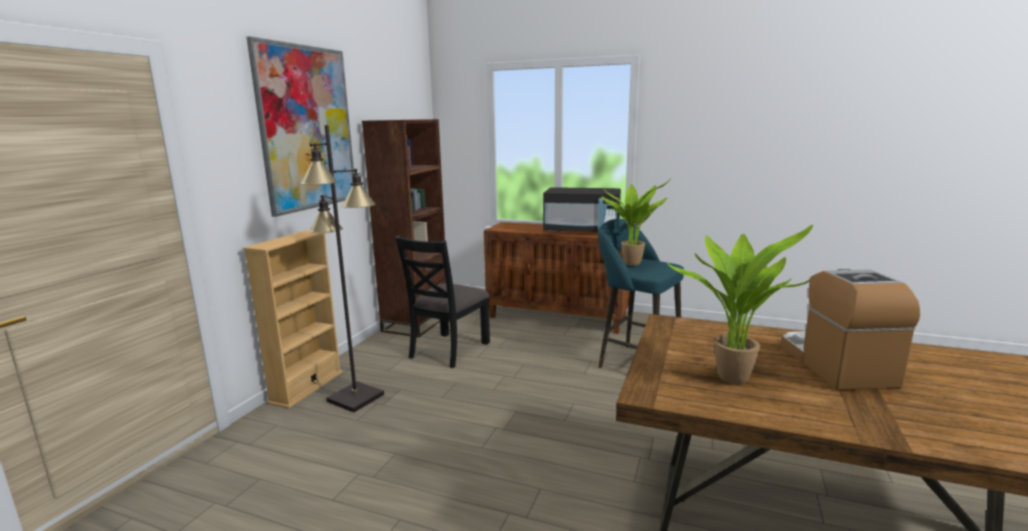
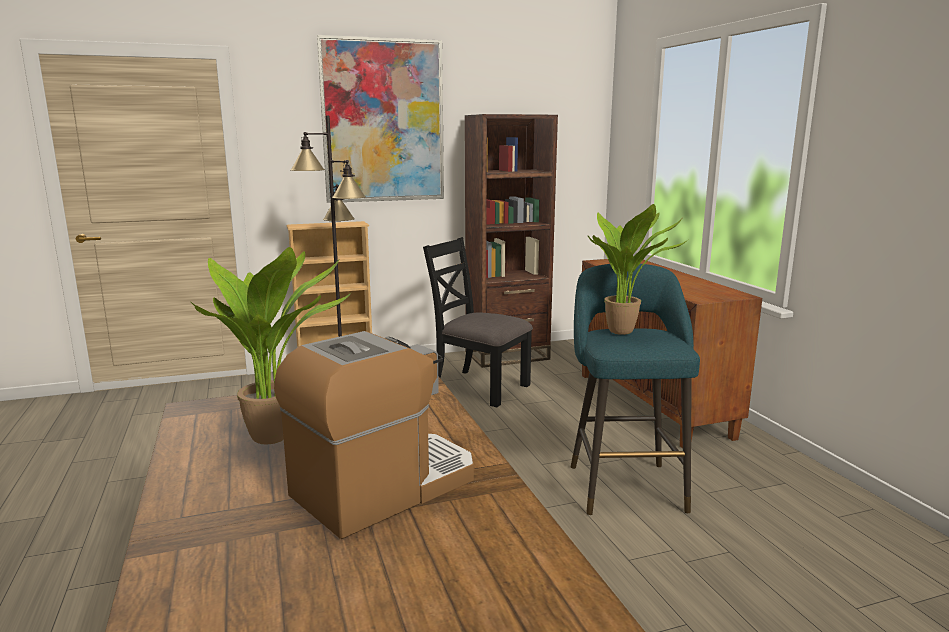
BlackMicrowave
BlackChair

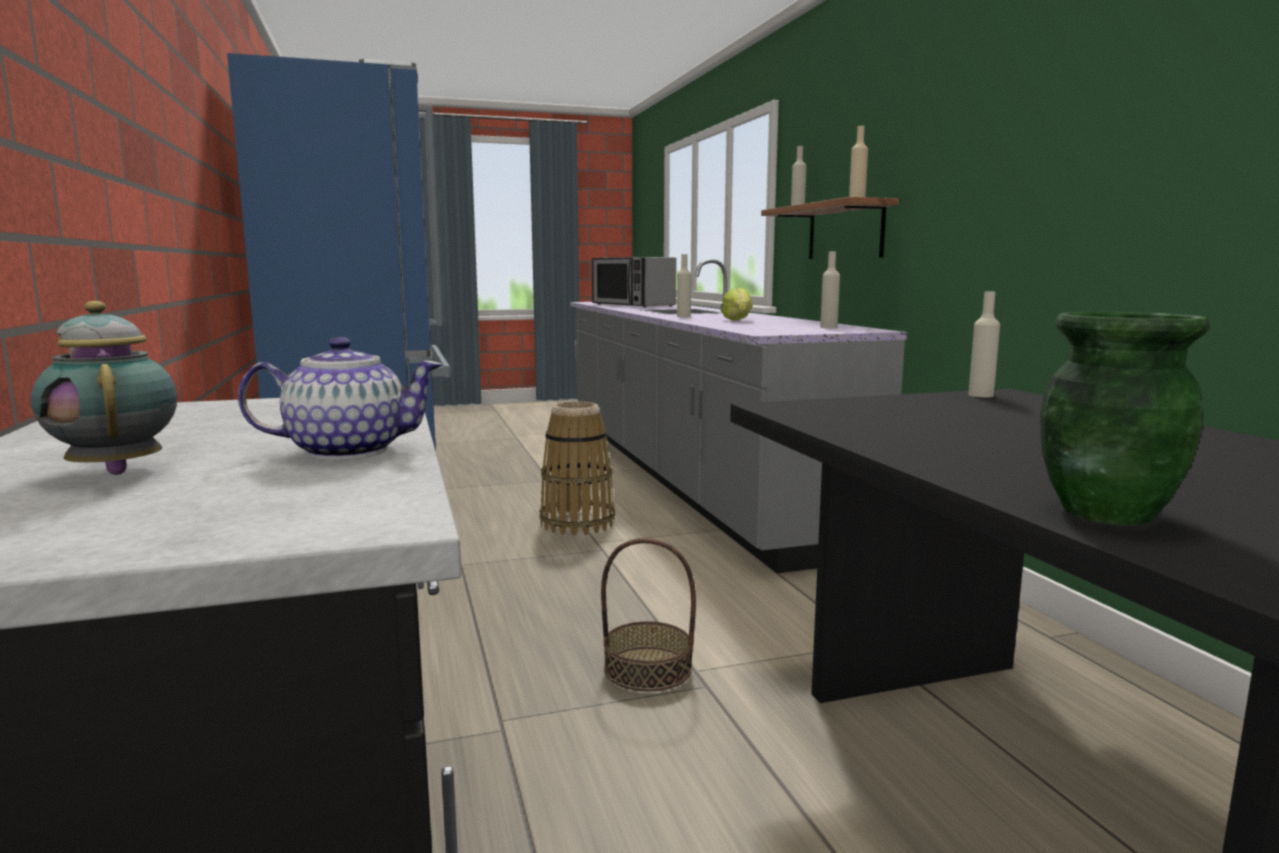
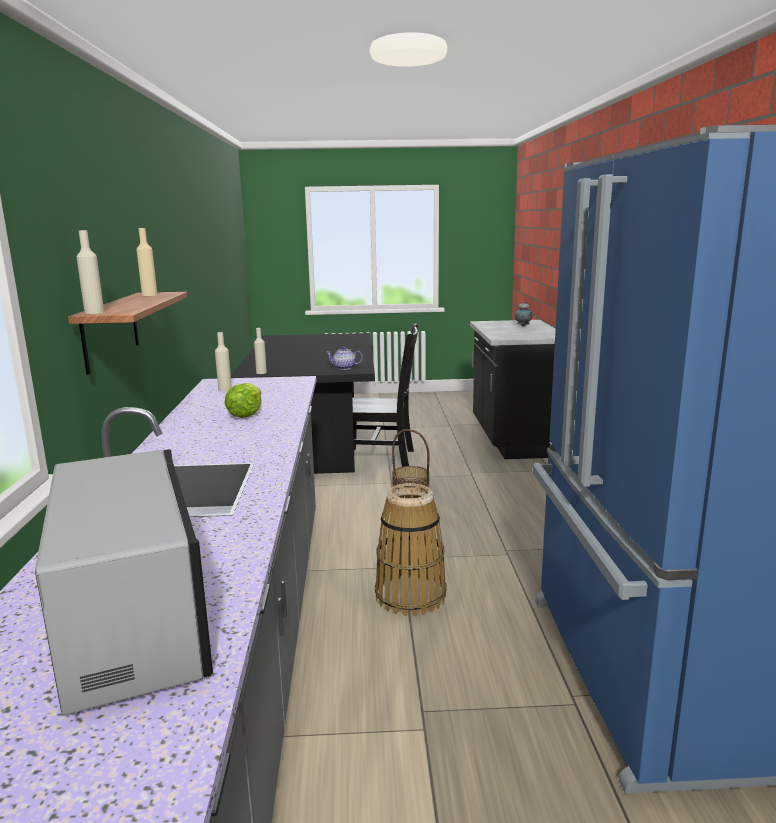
BeigeBottle (1st from left in the first image)
GreenVase
BlackChair
Teapot (1st from left)

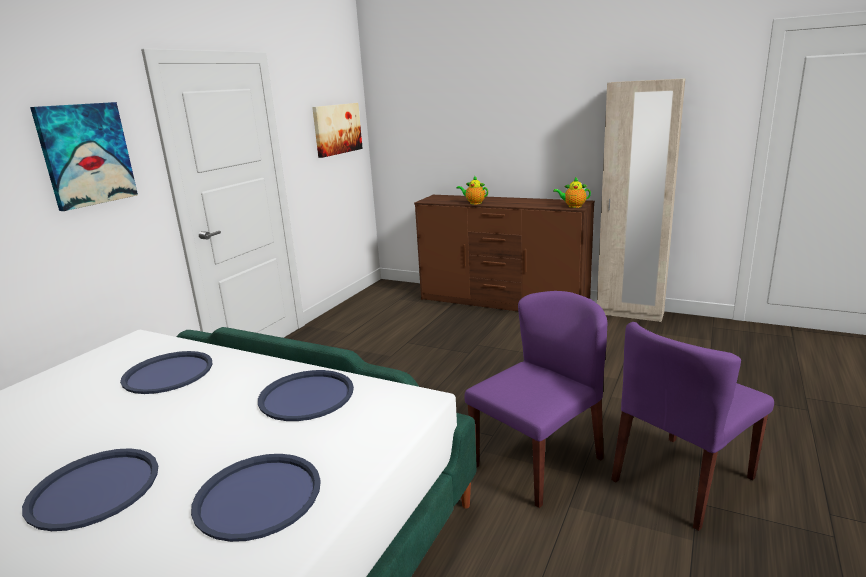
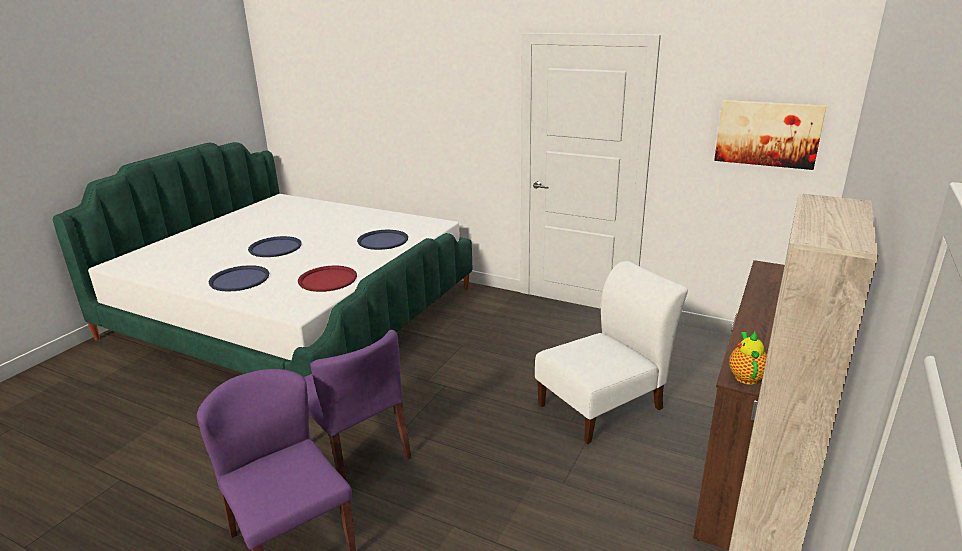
Picture (1st from left in the first image)
Teapot (1st from left in the first image)
WhiteChair
RedTray

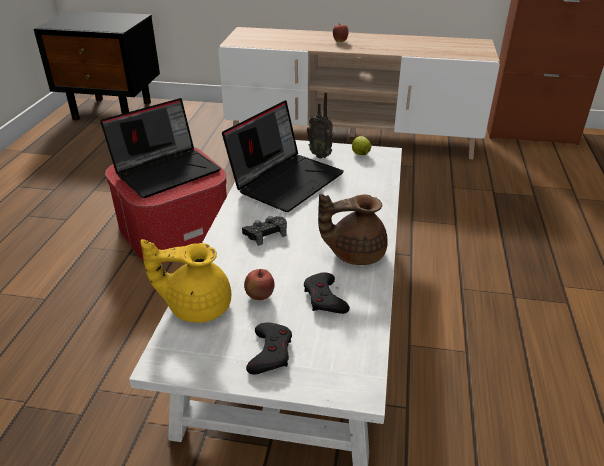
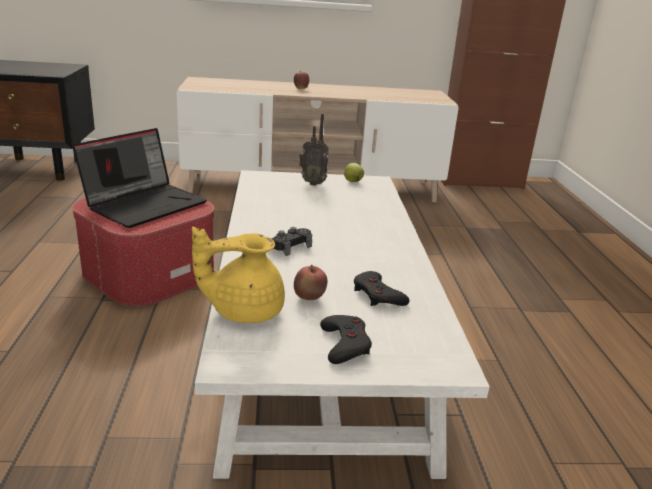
Laptop (2nd from left in the first image)
BrownTeapot

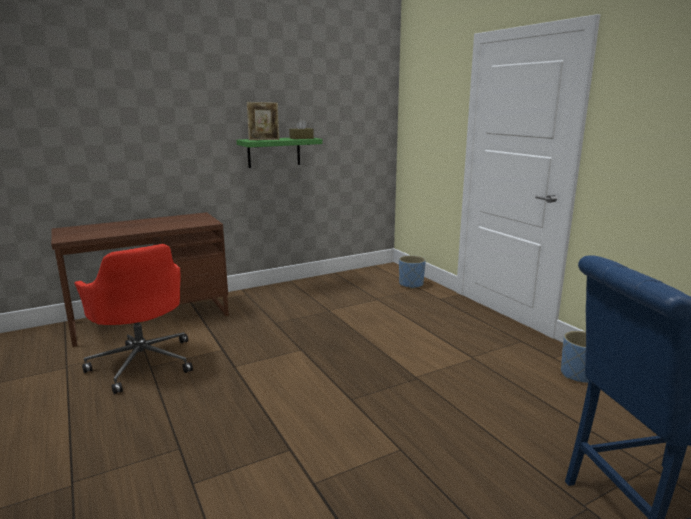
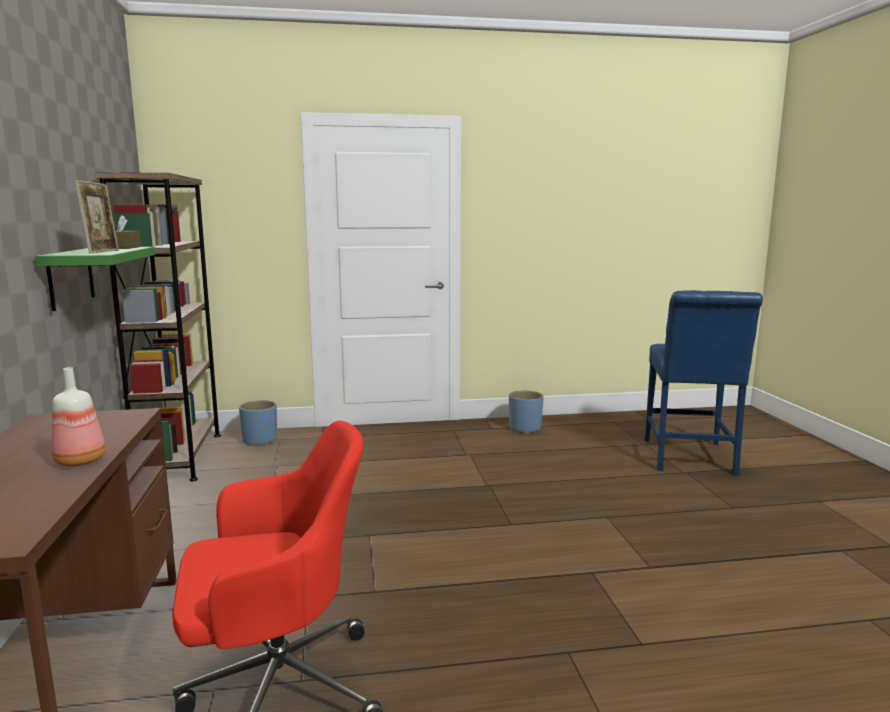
Bottle
BrownBookcase

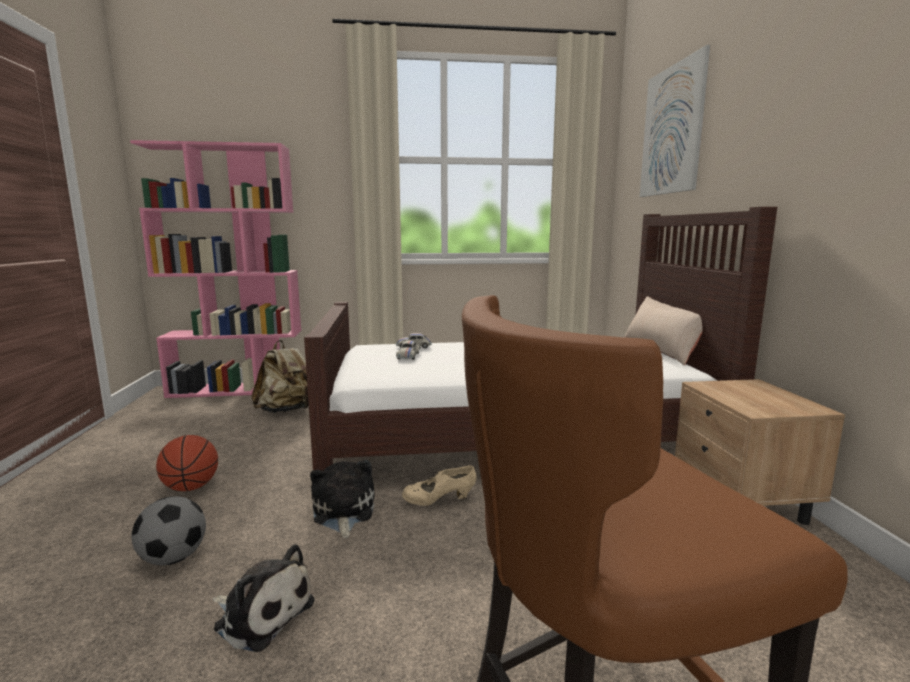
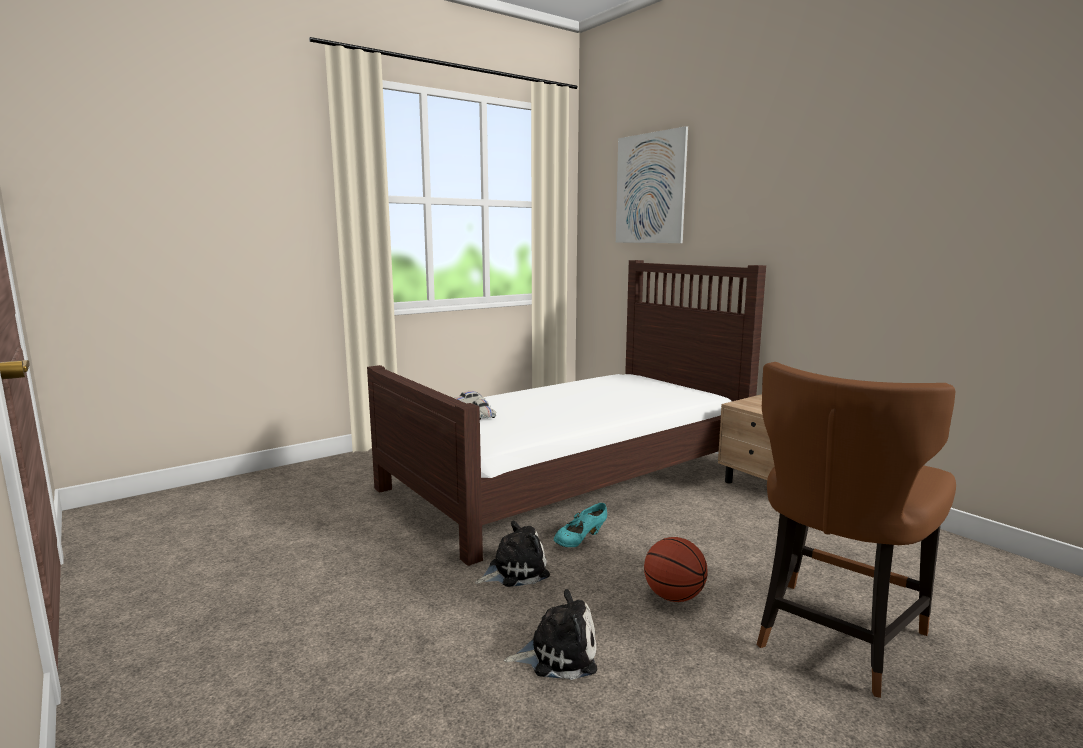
PinkBookcase
Football
BeigeBackpack
BeigePillow
Basketball
TurquoiseShoe
PlushToy (1st from left)

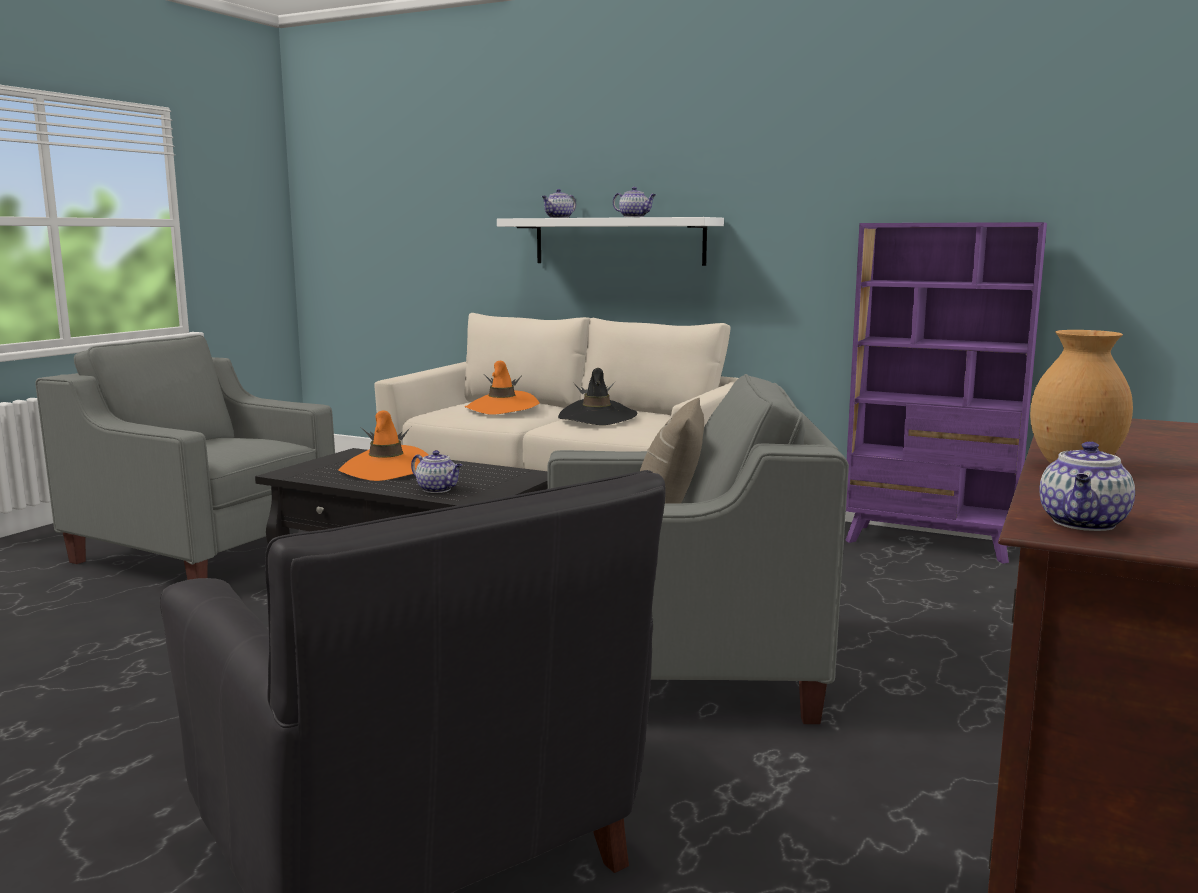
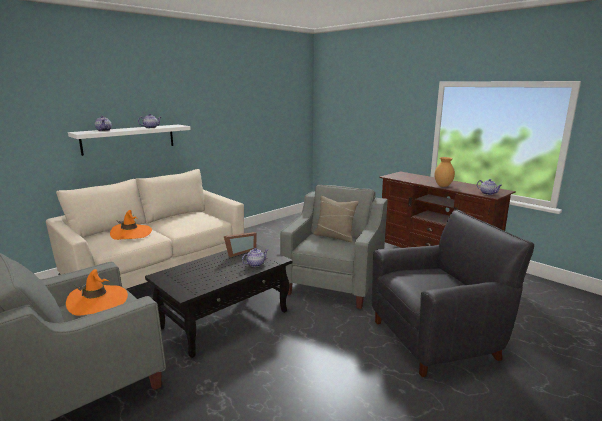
BlackHat
PurpleBookcase
PictureFrame
OrangeHat (1st from left)

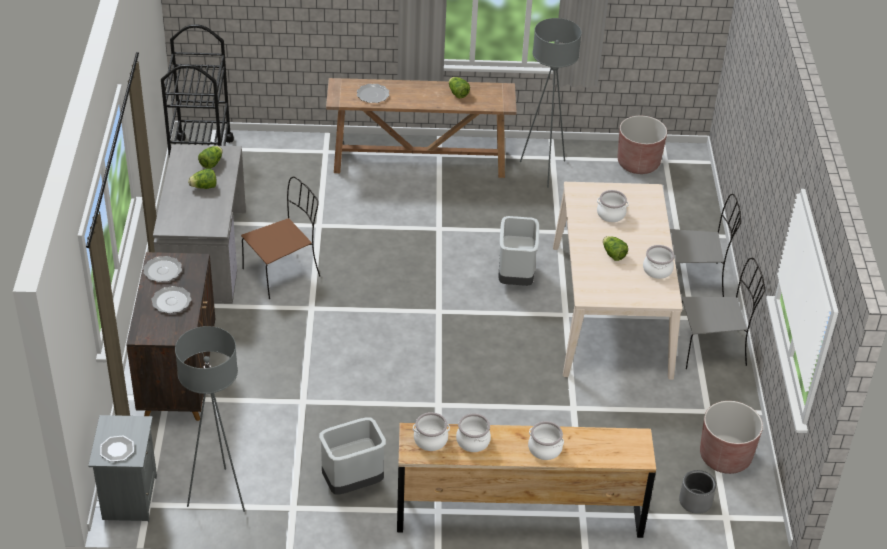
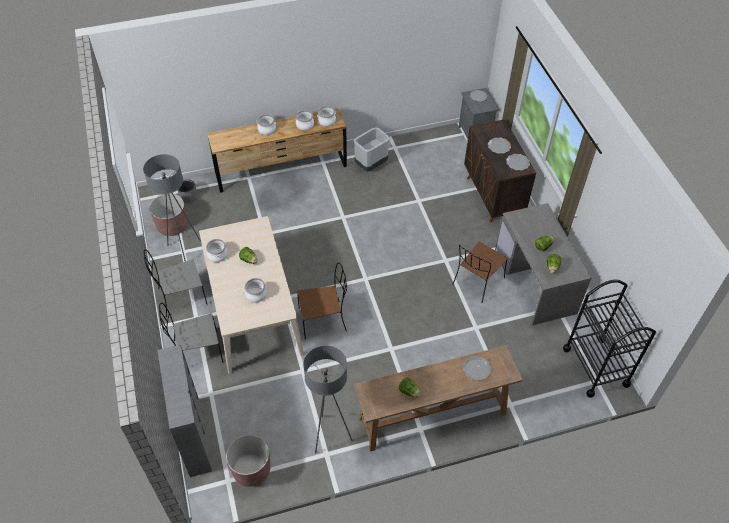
GreyBookcase
GreyFloorLamp (1st from left)
BrownChair (1st from left)

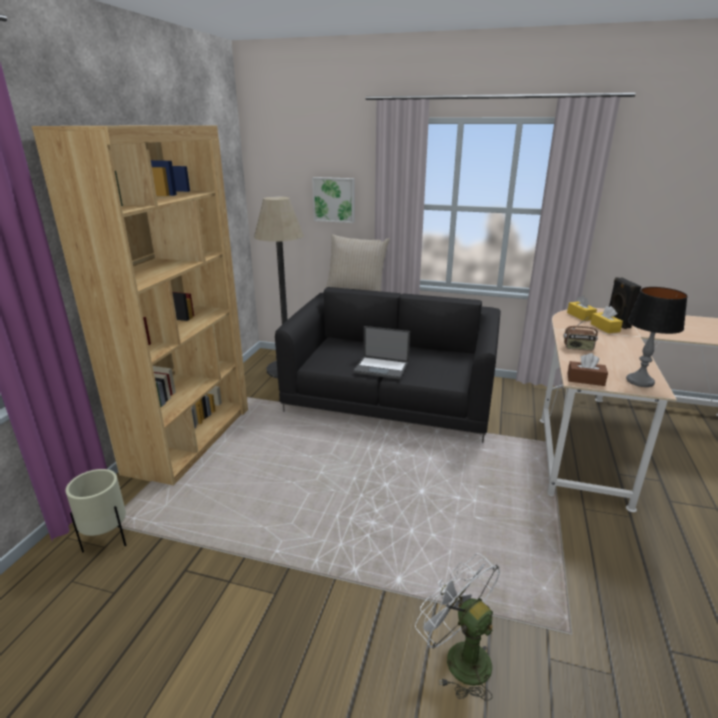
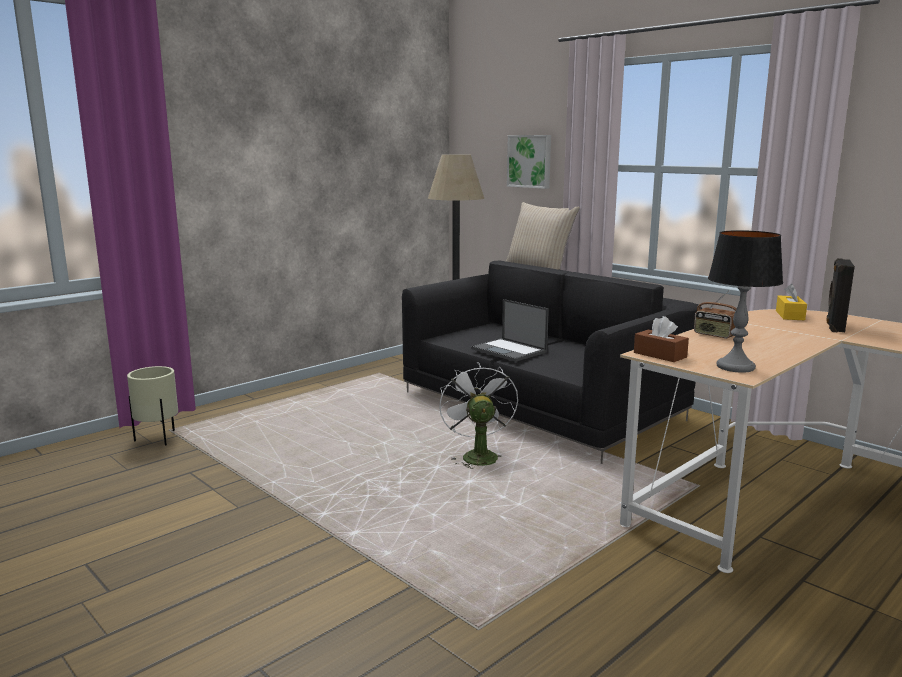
BrownBookcase
YellowTissueBox (2nd from left in the first image)
WhiteFan

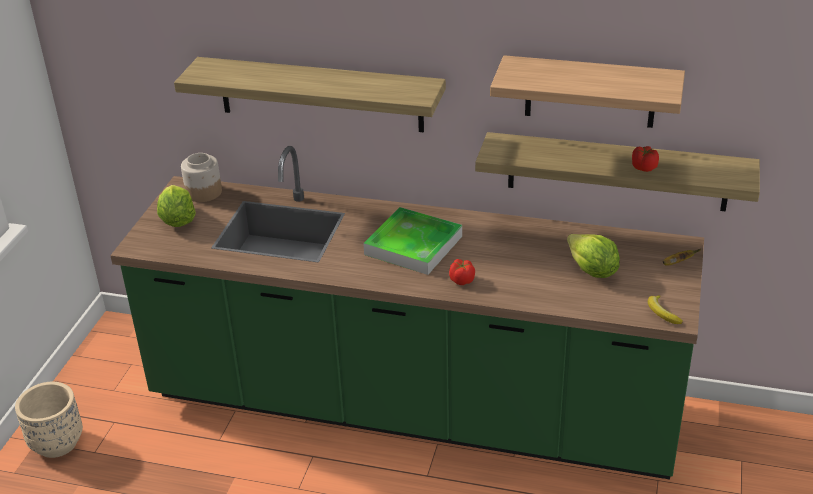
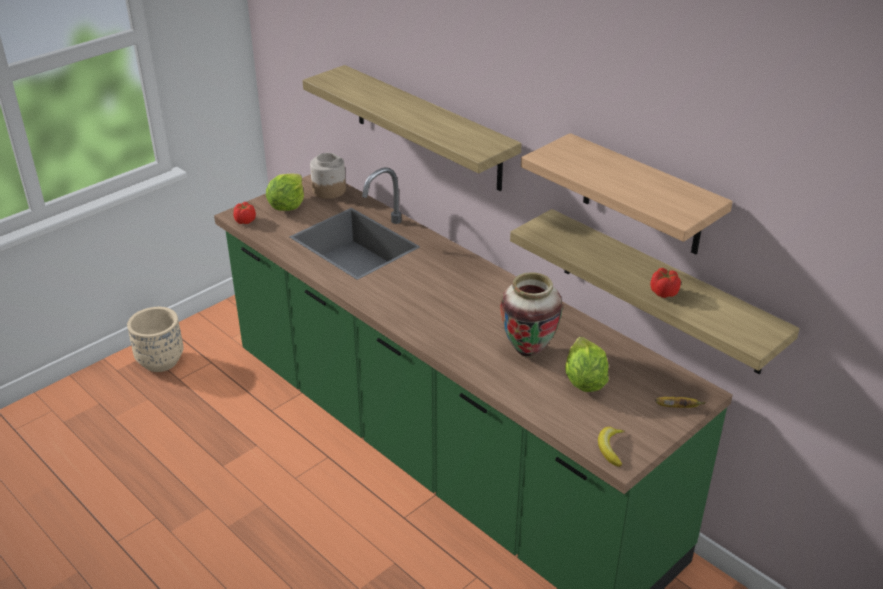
Tray
Vase
Tomato (1st from left)

